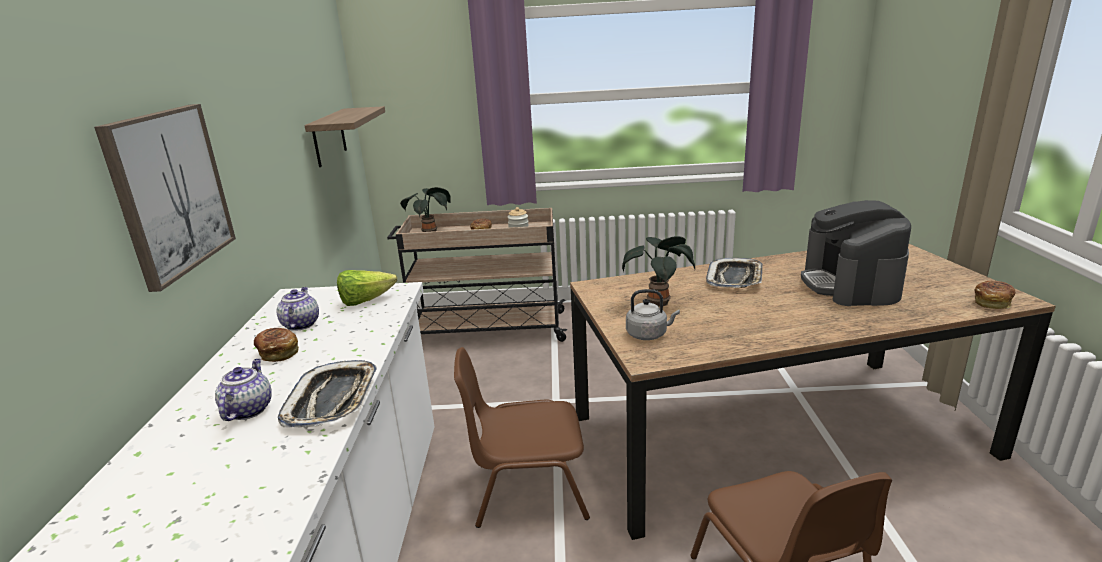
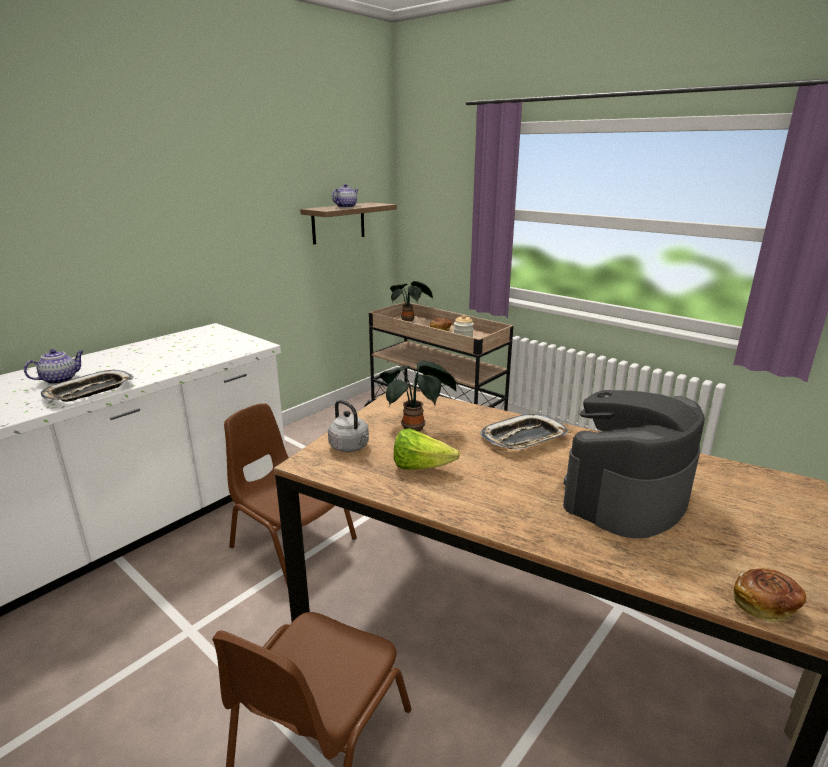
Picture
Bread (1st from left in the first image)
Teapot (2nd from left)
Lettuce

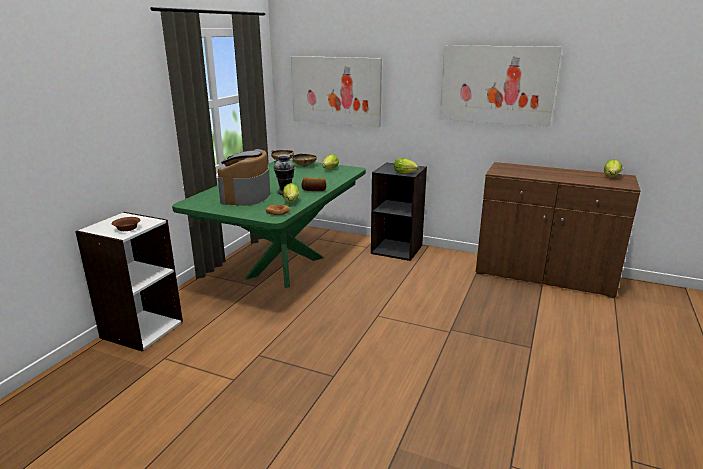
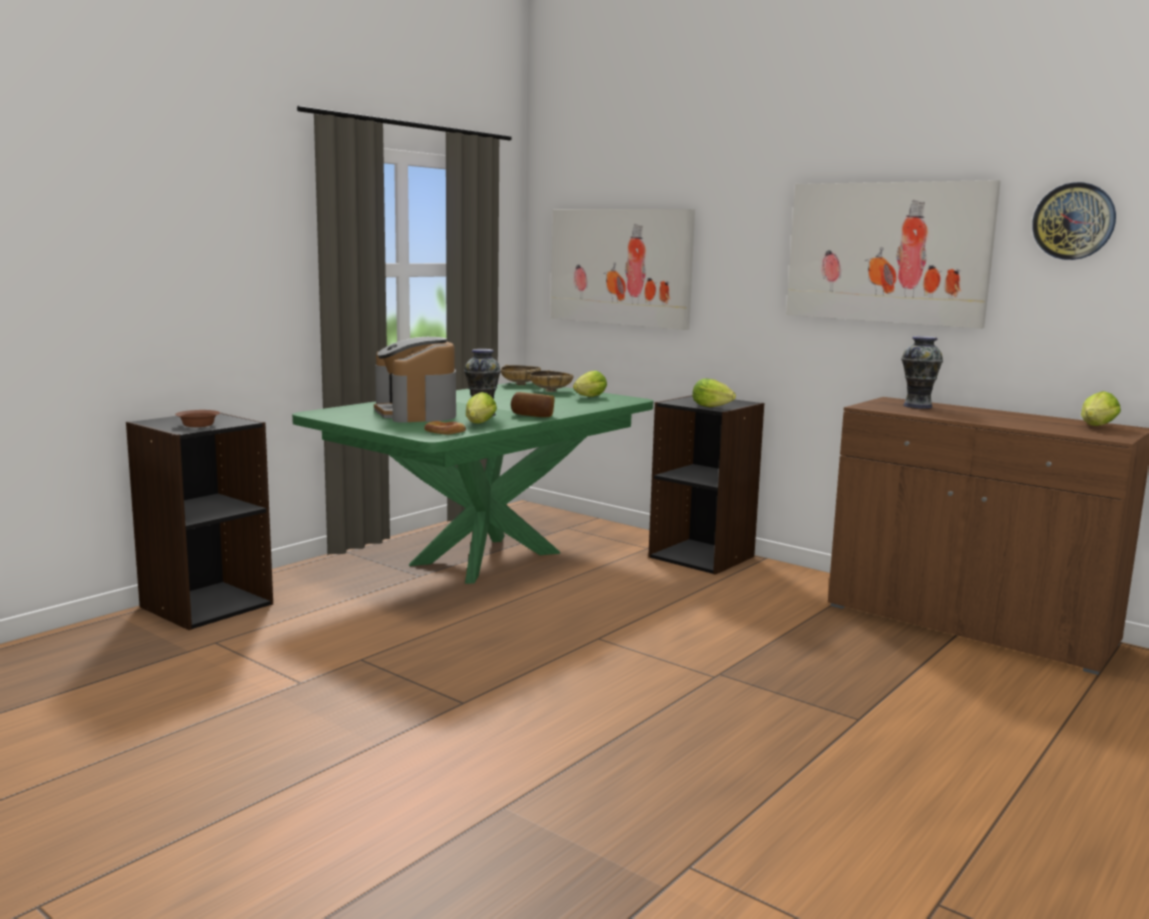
Vase (2nd from left)
WallClock
BlackBookcase (1st from left)
CoffeeMachine

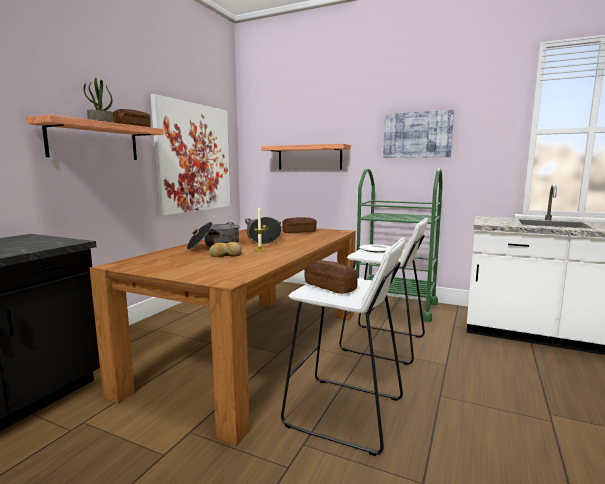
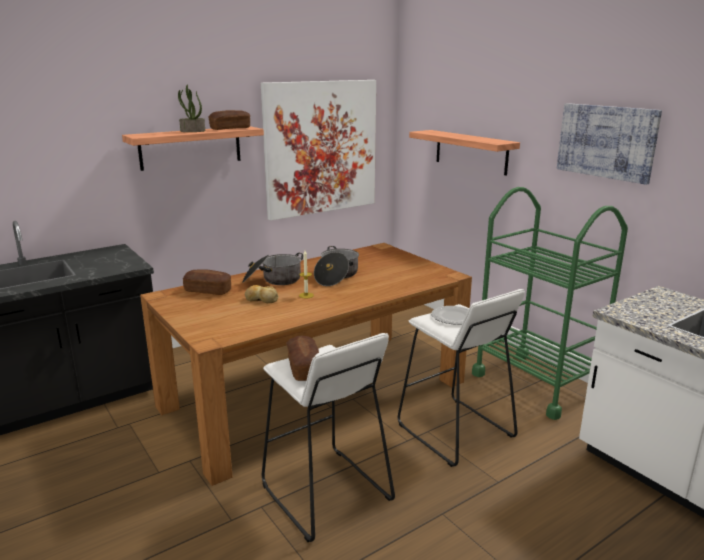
Bread (1st from left)

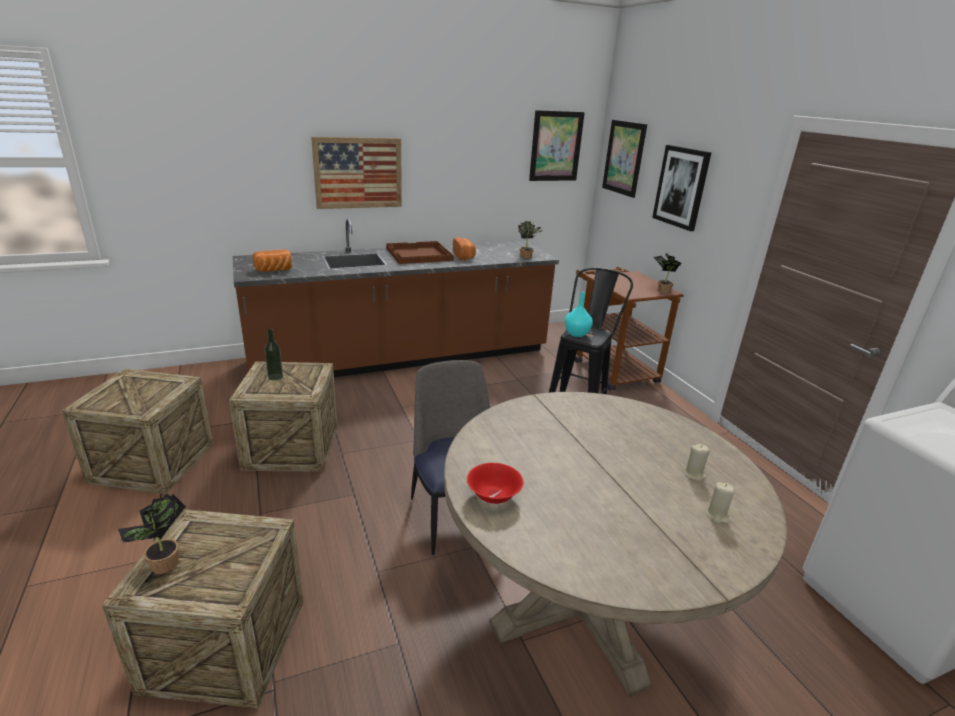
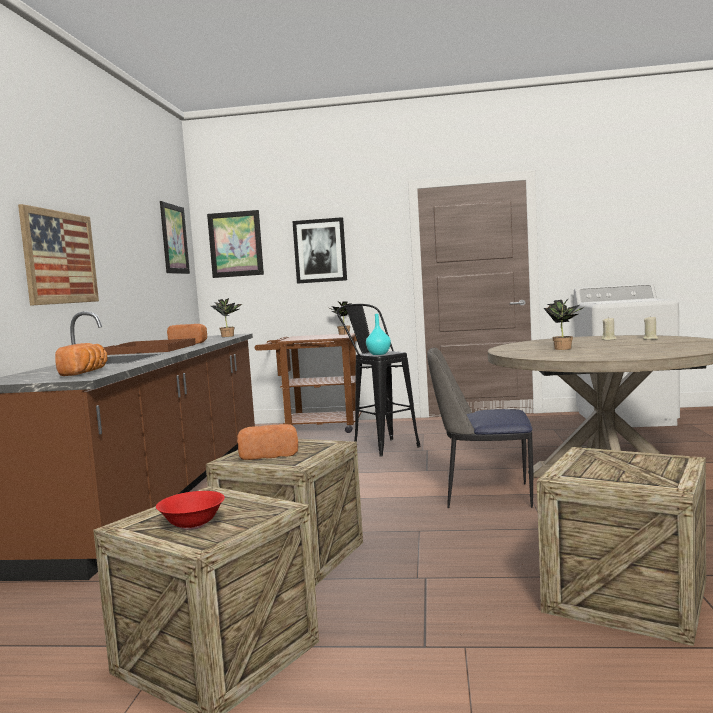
PottedPlant (3rd from left)
RedBowl
Bread (3rd from left)

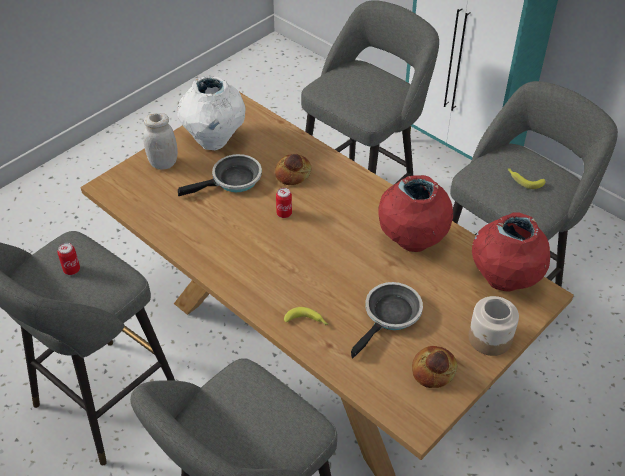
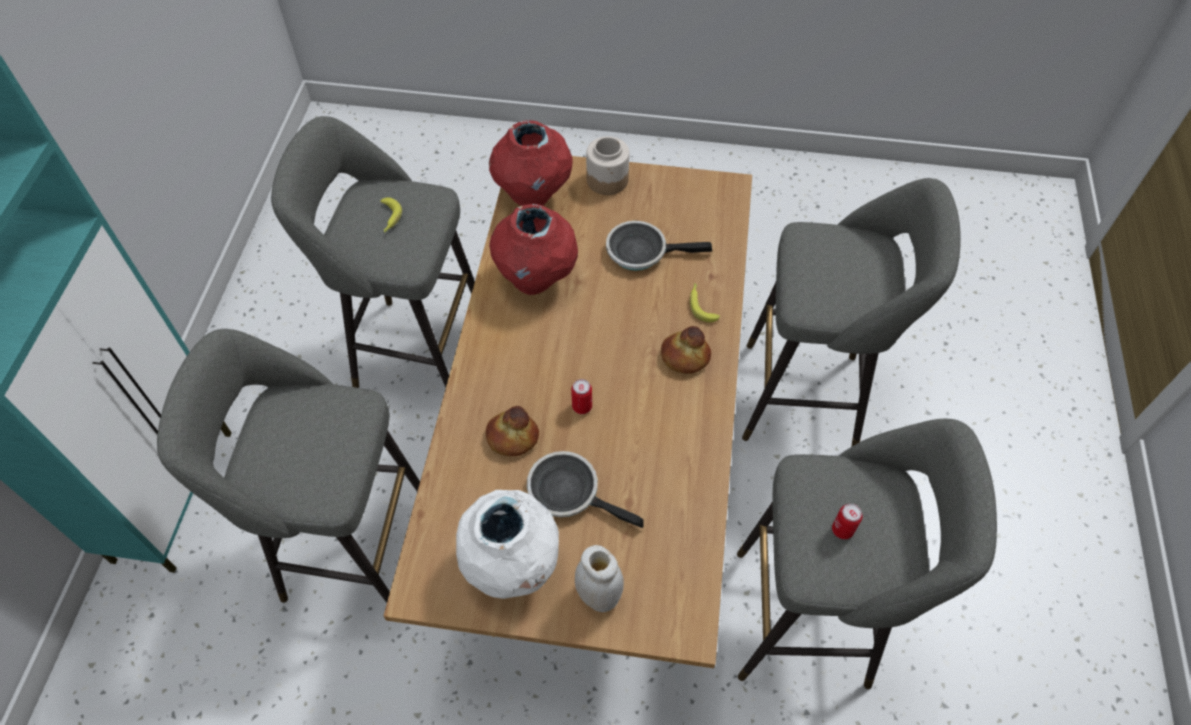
Bread (2nd from left)

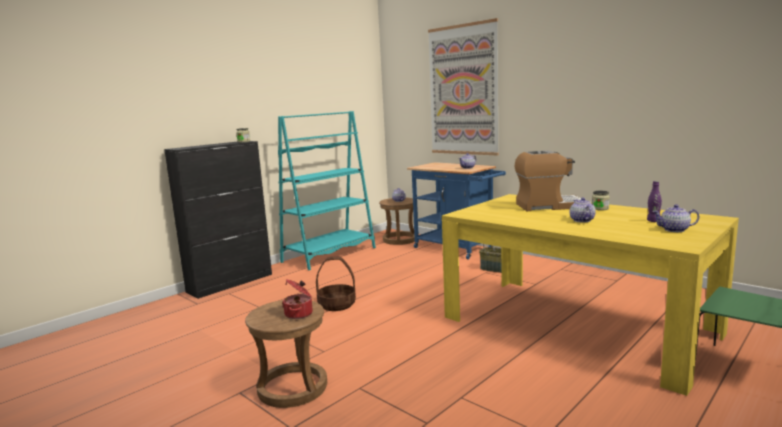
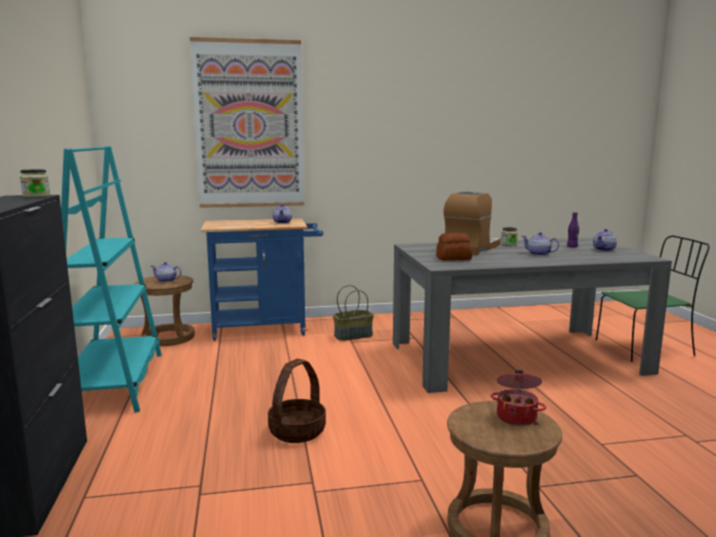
Bread
GreyDiningTable

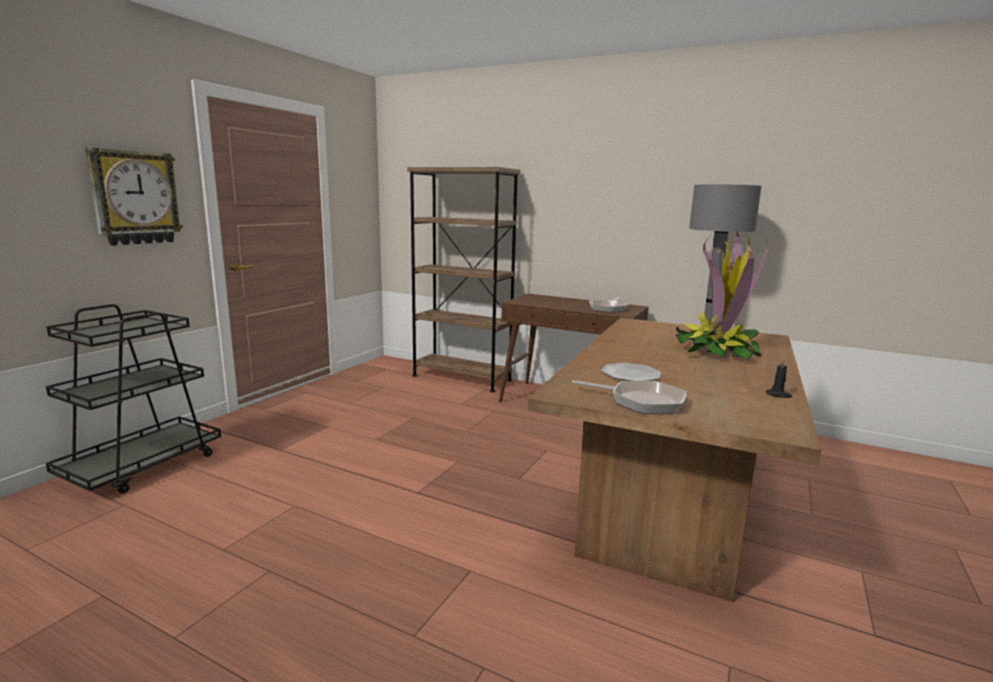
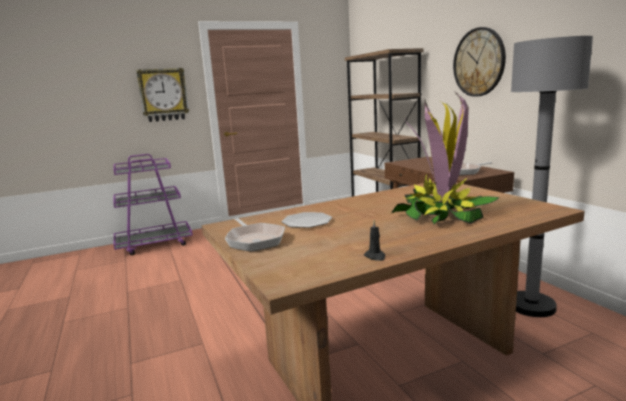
WallClock (2nd from left)
PurpleCart

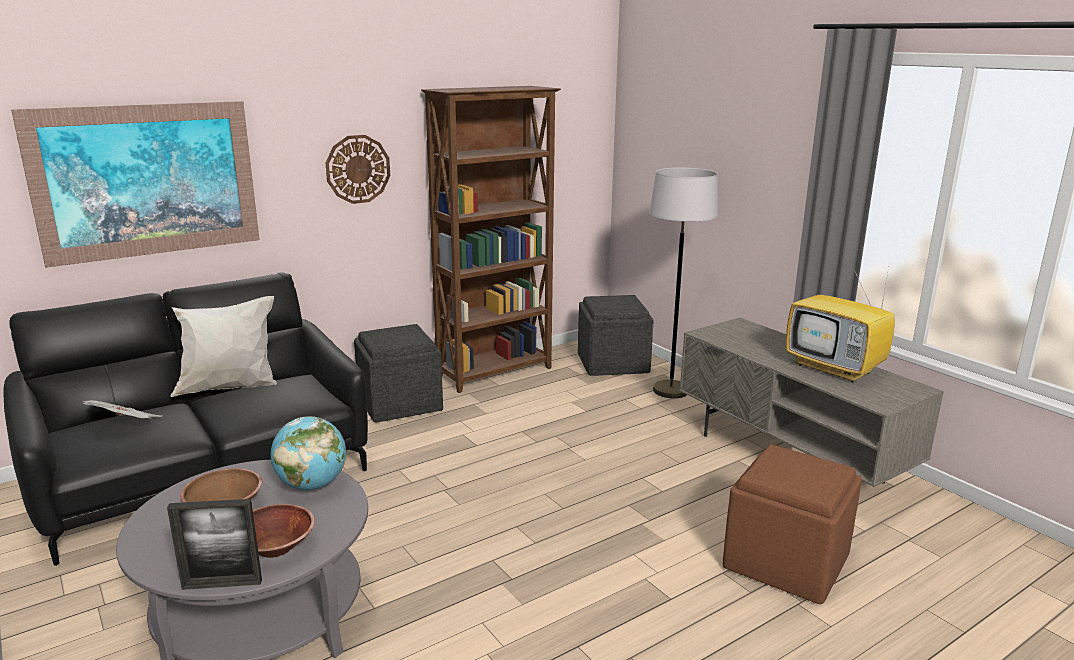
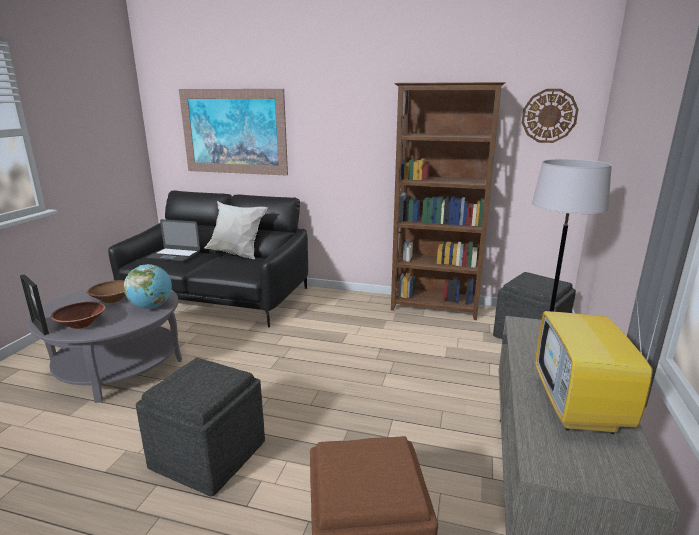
WallClock
GreyOttoman (1st from left)
Laptop

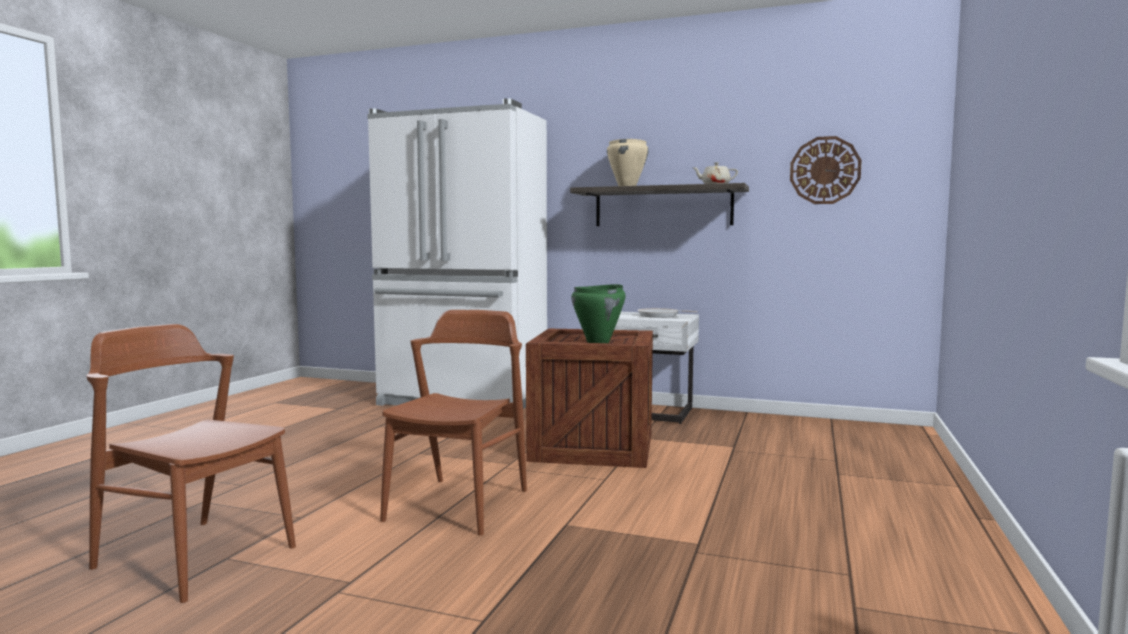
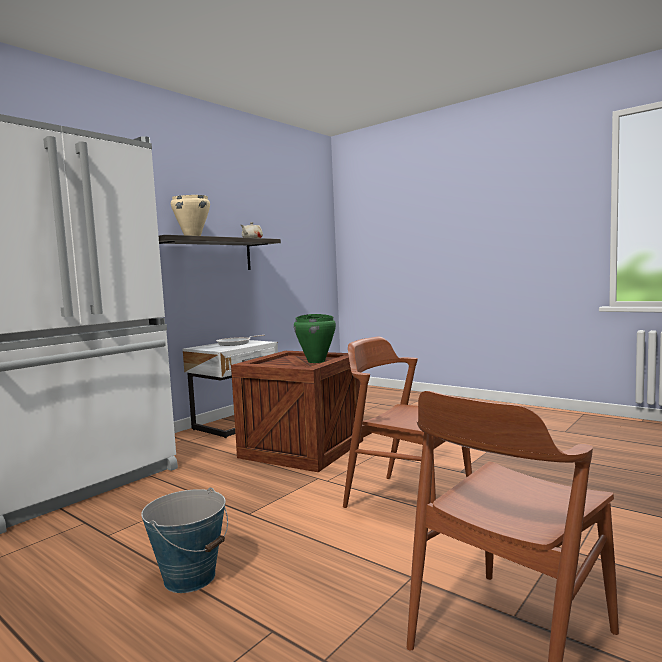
WallClock
Bucket

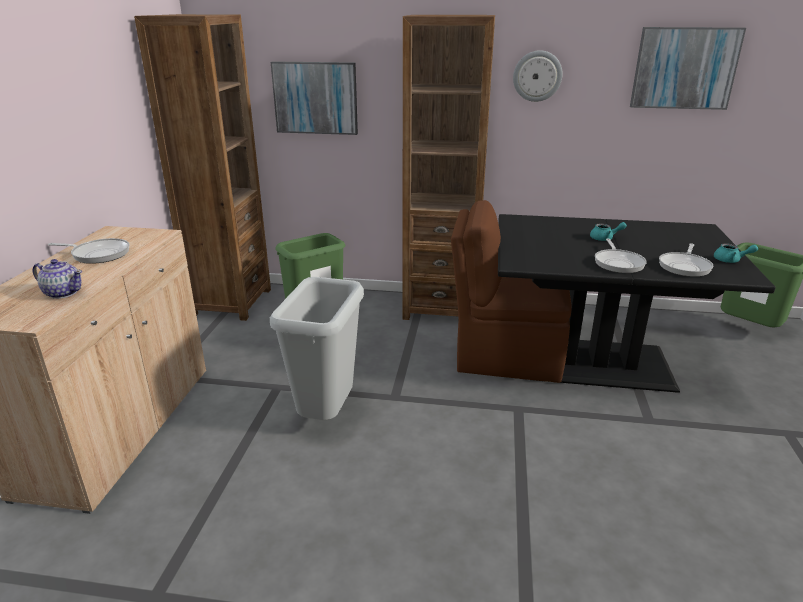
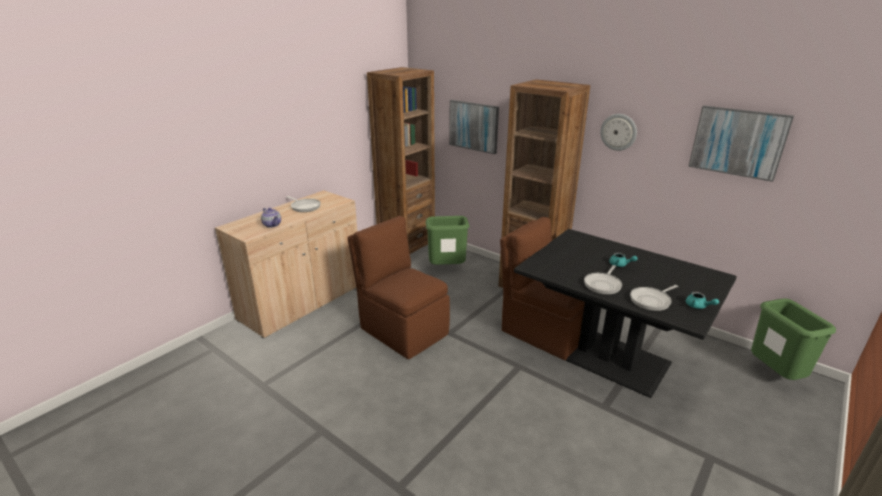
BrownChair (1st from left)

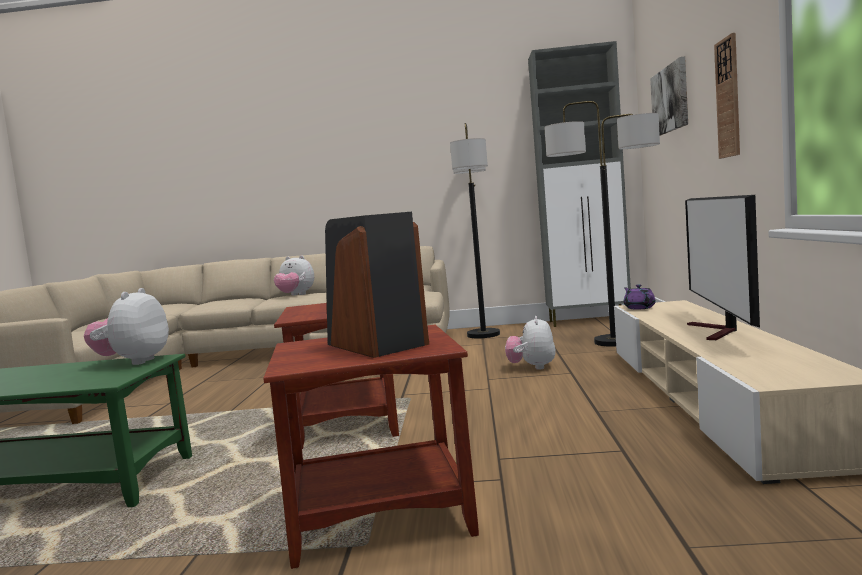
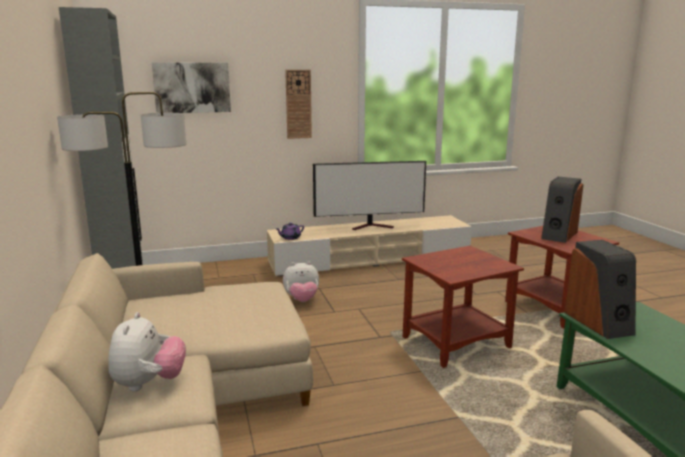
FloorLamp (2nd from left in the first image)
Speaker (2nd from left)

